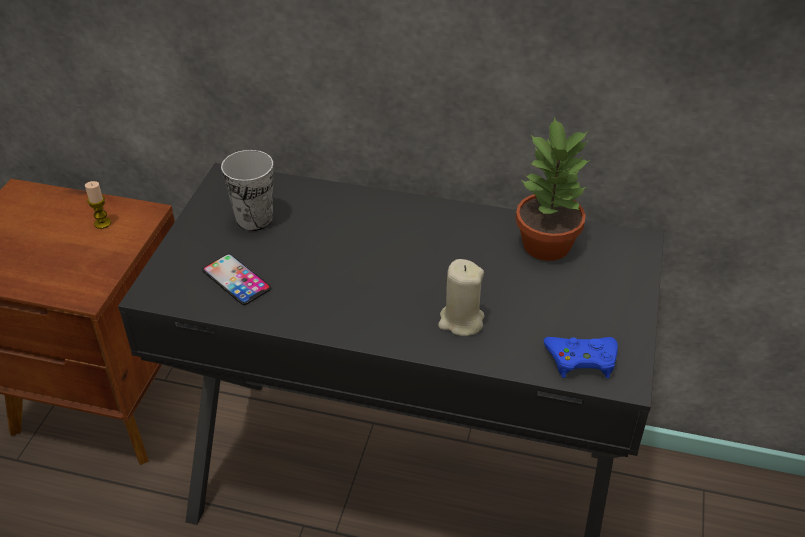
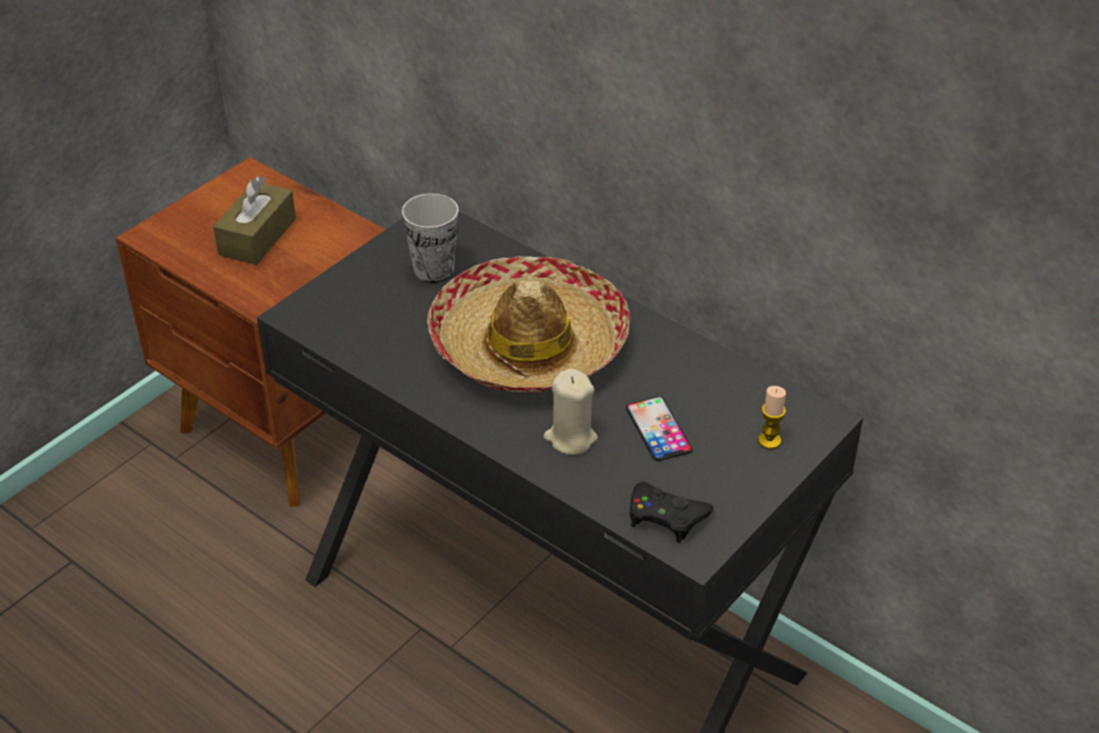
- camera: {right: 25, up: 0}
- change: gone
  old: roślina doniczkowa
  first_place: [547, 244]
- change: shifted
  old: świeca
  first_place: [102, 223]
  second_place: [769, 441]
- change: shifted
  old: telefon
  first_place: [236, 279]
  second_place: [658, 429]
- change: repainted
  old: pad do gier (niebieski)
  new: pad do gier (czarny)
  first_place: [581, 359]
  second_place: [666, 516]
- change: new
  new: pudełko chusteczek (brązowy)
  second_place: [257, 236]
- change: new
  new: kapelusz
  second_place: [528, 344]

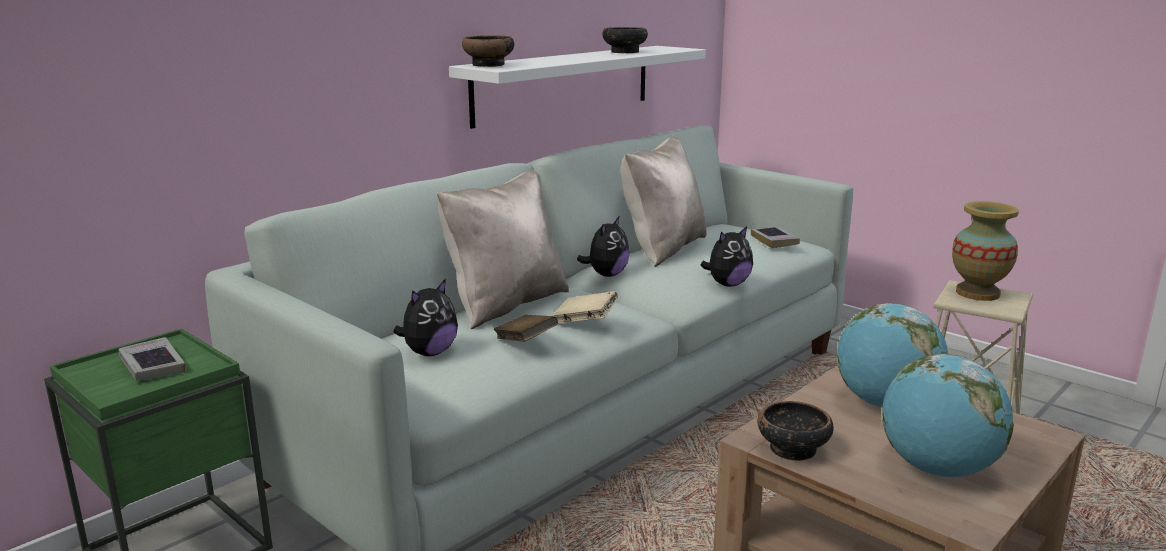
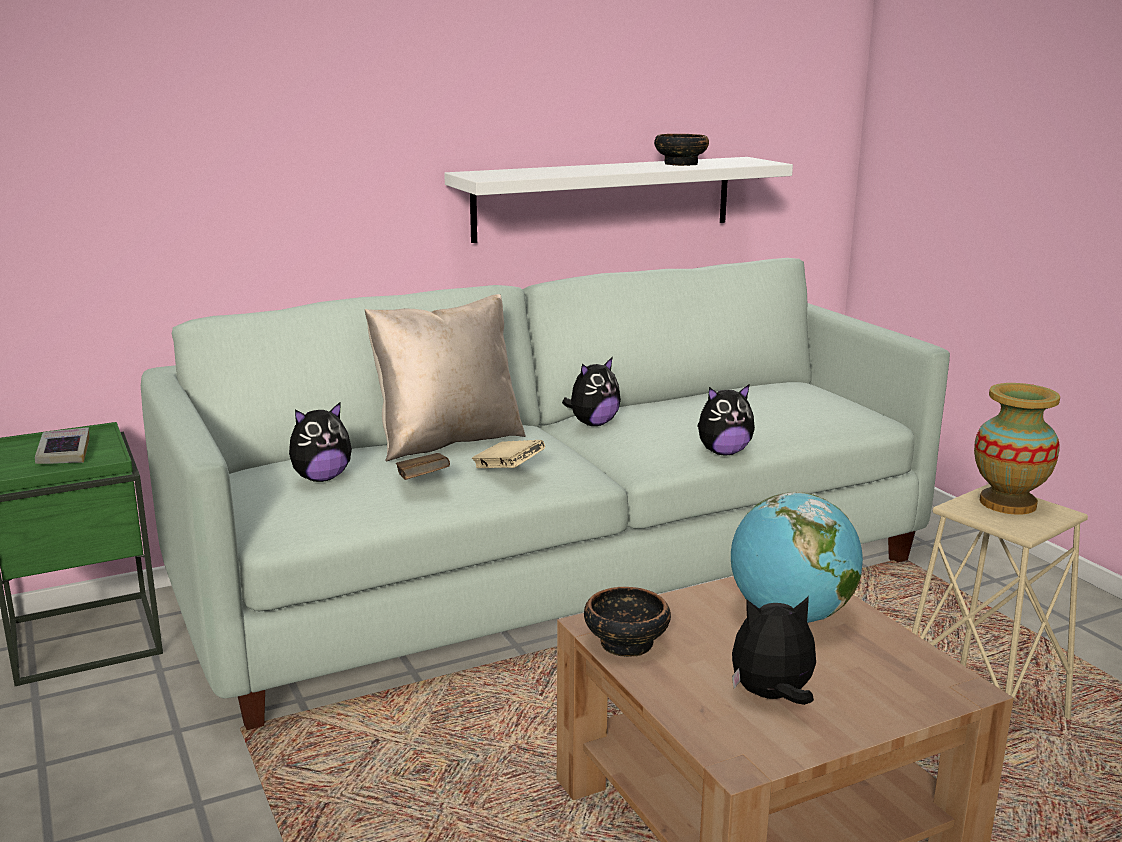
- camera: {right: 20, up: 0}
- change: gone
  old: miska
  first_place: [489, 65]
- change: gone
  old: poduszka (beżowy)
  first_place: [662, 248]
- change: gone
  old: książka
  first_place: [774, 241]
- change: swapped
  old: globus
  new: pluszak
  first_place: [938, 469]
  second_place: [772, 697]

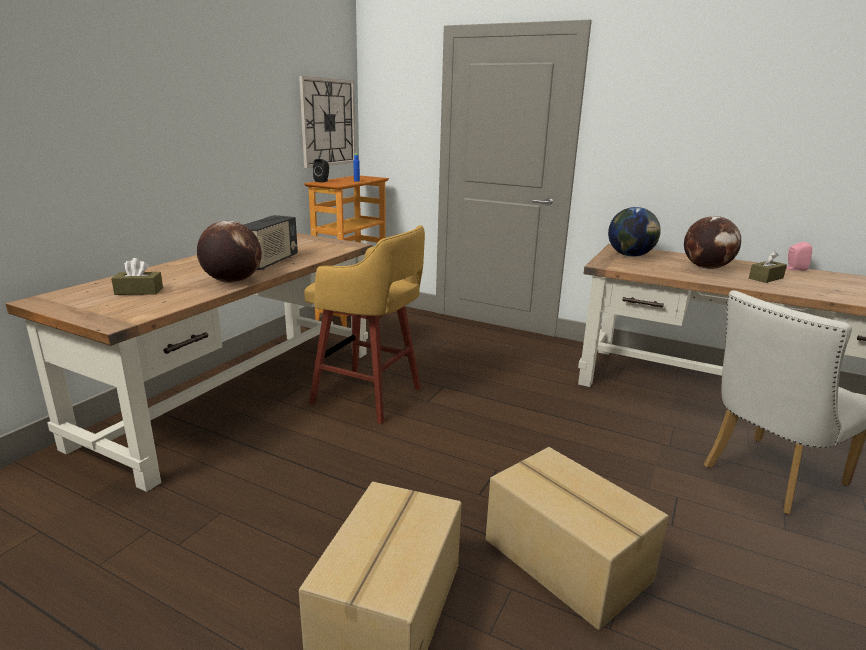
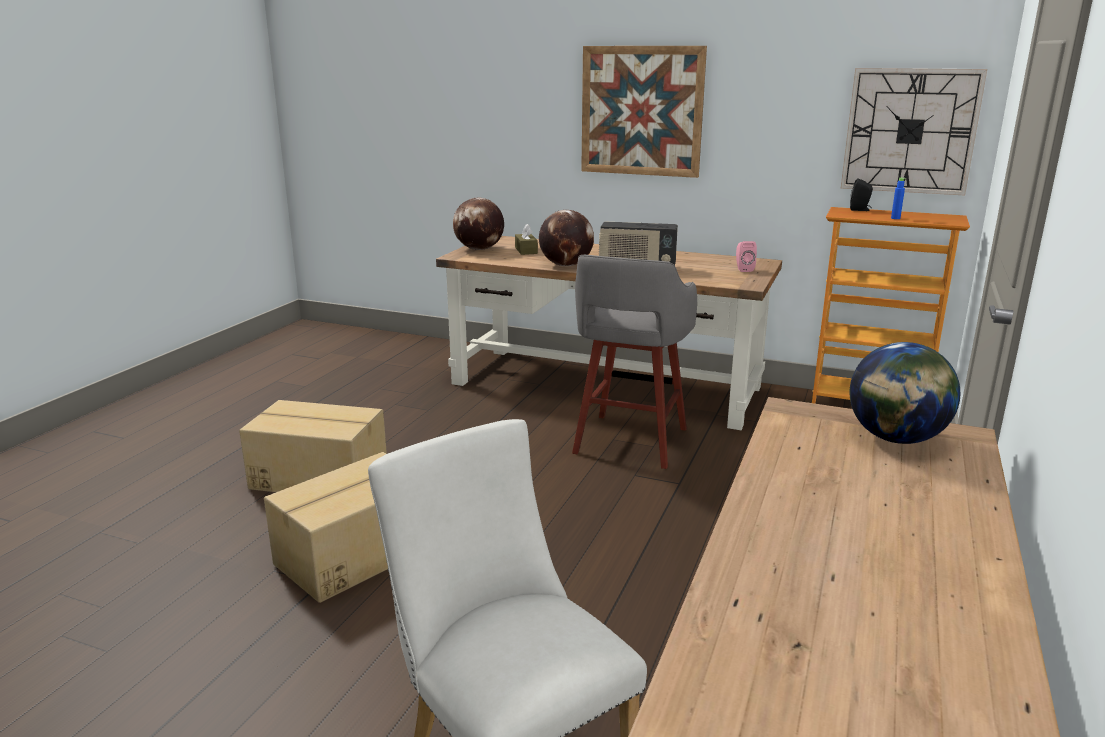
- camera: {right: 85, up: 0}
- change: shifted
  old: globus
  first_place: [706, 268]
  second_place: [479, 249]
- change: repainted
  old: stołek (żółty)
  new: stołek (szary)
  first_place: [370, 396]
  second_place: [629, 442]
- change: shifted
  old: głośnik (różowy)
  first_place: [794, 269]
  second_place: [743, 269]
- change: gone
  old: pudełko chusteczek (brązowy)
  first_place: [766, 278]
- change: new
  new: obraz
  second_place: [641, 111]

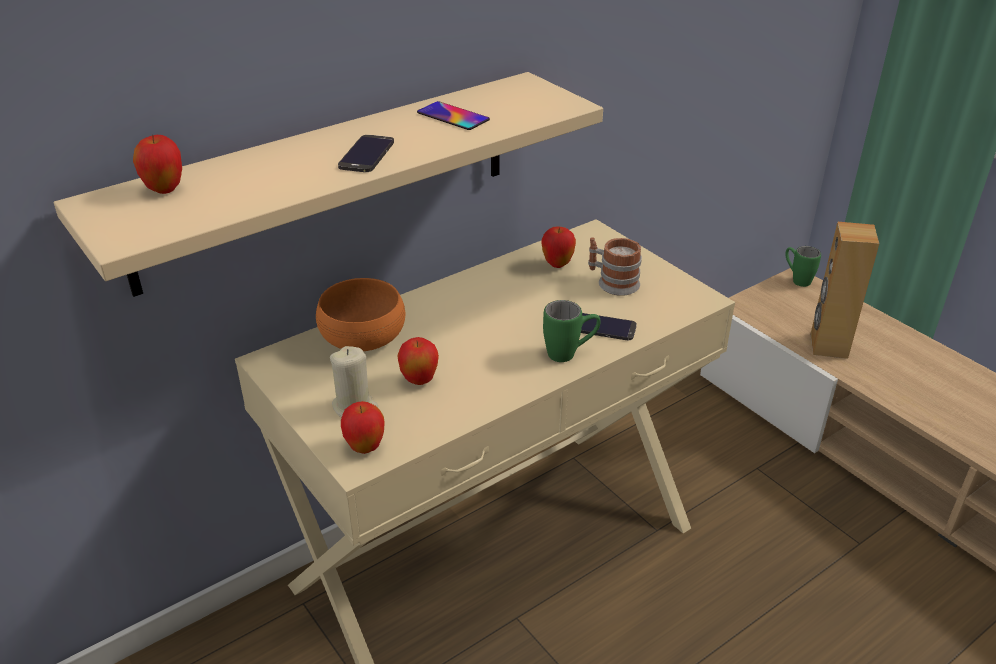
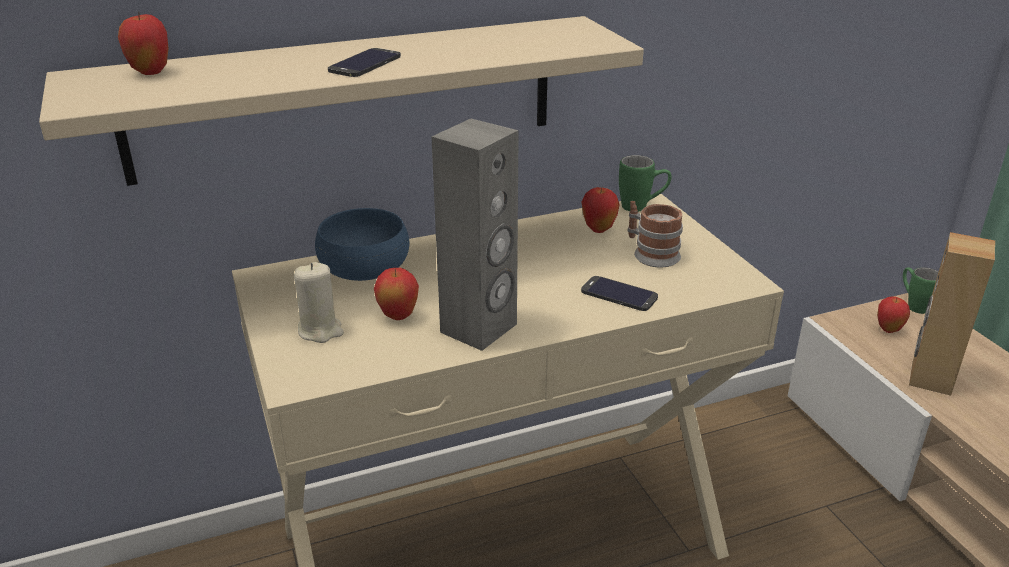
- camera: {right: 15, up: -5}
- change: gone
  old: telefon
  first_place: [453, 116]
- change: repainted
  old: miska (pomarańczowy)
  new: miska (niebieski)
  first_place: [362, 335]
  second_place: [364, 267]
- change: shifted
  old: kubek (zielony)
  first_place: [570, 354]
  second_place: [642, 207]
- change: shifted
  old: jabłko
  first_place: [365, 447]
  second_place: [888, 329]
- change: new
  new: głośnik (szary)
  second_place: [479, 328]

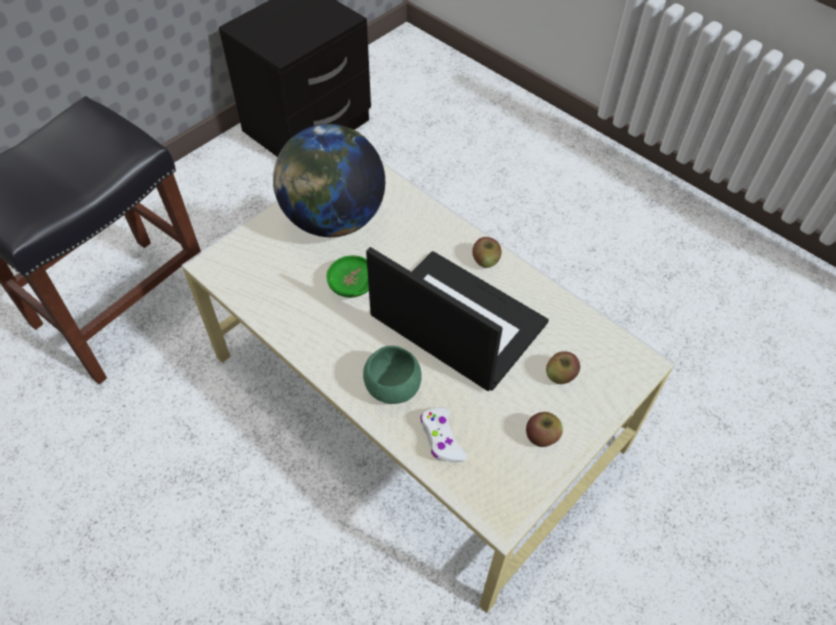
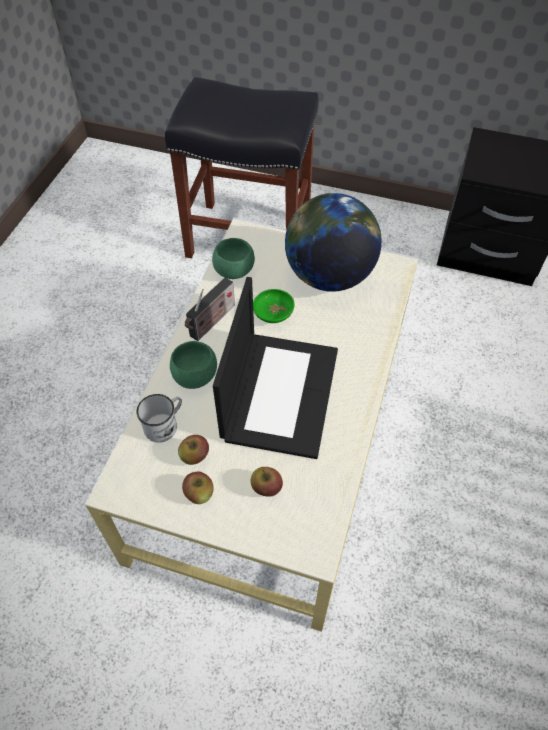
- camera: {right: 65, up: 0}
- change: shifted
  old: jabłko
  first_place: [485, 260]
  second_place: [195, 456]
- change: swapped
  old: pad do gier (biały)
  new: kubek (biały)
  first_place: [441, 439]
  second_place: [165, 424]
- change: new
  new: miska (zielony)
  second_place: [234, 271]
- change: new
  new: radio
  second_place: [211, 323]

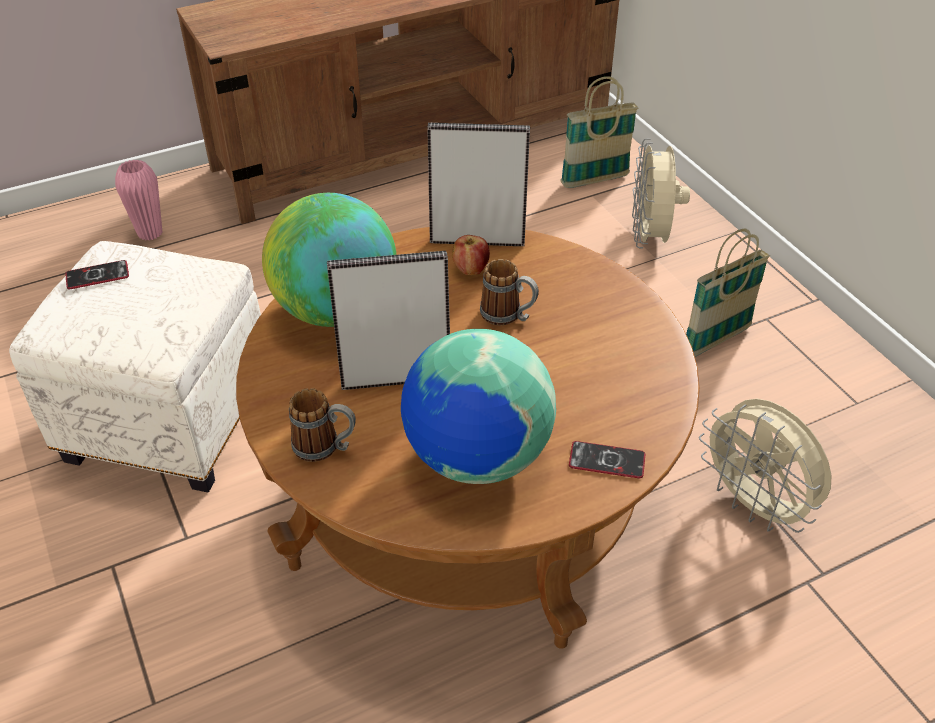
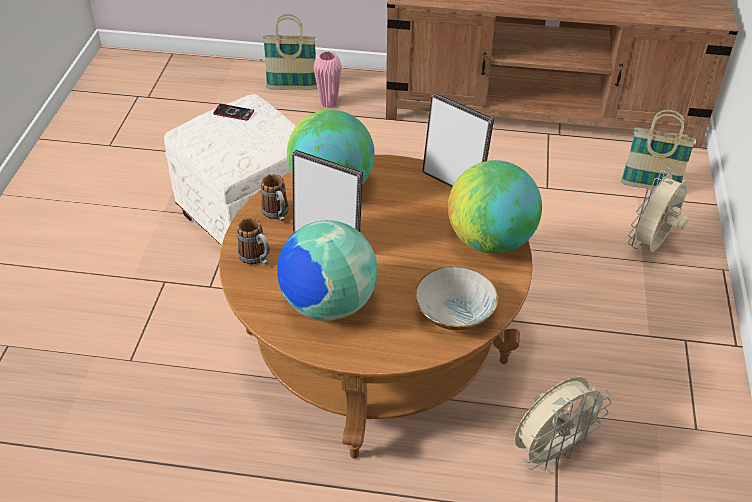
- camera: {right: 35, up: 0}
- change: shifted
  old: koszyk
  first_place: [716, 340]
  second_place: [292, 88]
- change: gone
  old: jabłko
  first_place: [471, 269]
- change: shifted
  old: kubek
  first_place: [508, 316]
  second_place: [277, 214]
- change: rotated
  old: wentylator (beżowy)
  first_place: [755, 505]
  second_place: [551, 450]
  degrees: -120
- change: gone
  old: telefon
  first_place: [607, 461]
- change: new
  new: globus
  second_place: [490, 241]
- change: new
  new: miska
  second_place: [454, 313]

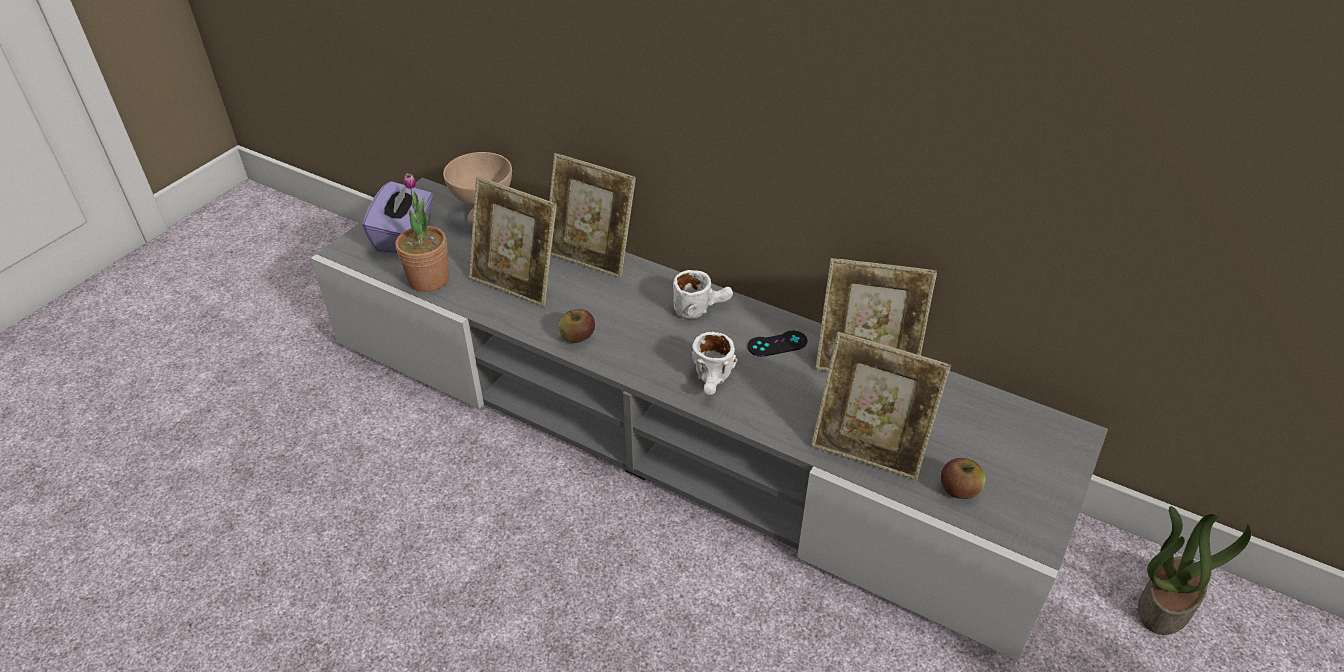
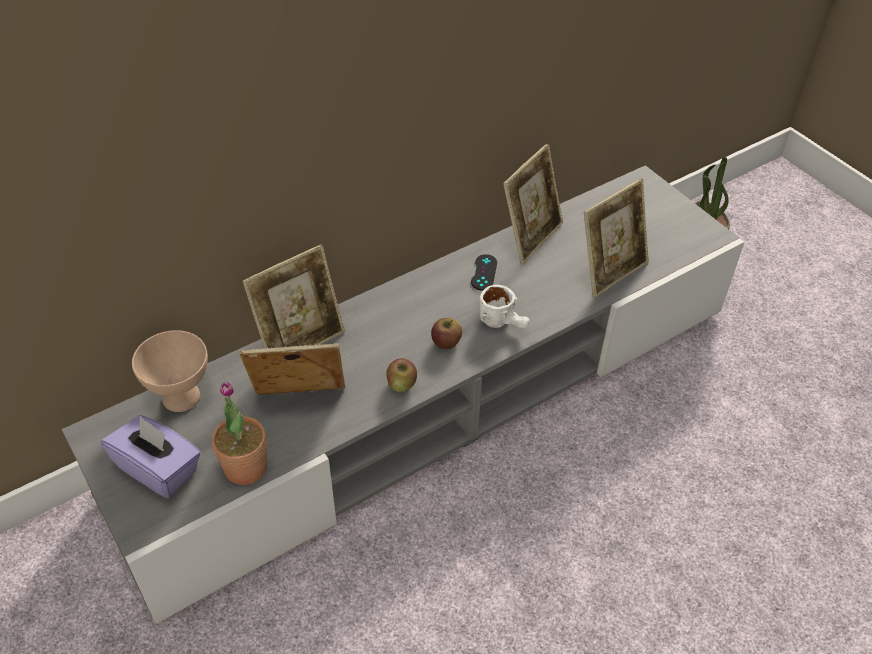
- camera: {right: -65, up: 5}
- change: rotated
  old: ramka na zdjęcie
  first_place: [516, 283]
  second_place: [300, 403]
  degrees: -150
- change: gone
  old: kubek (biały)
  first_place: [701, 308]
- change: shifted
  old: jabłko
  first_place: [959, 489]
  second_place: [446, 342]

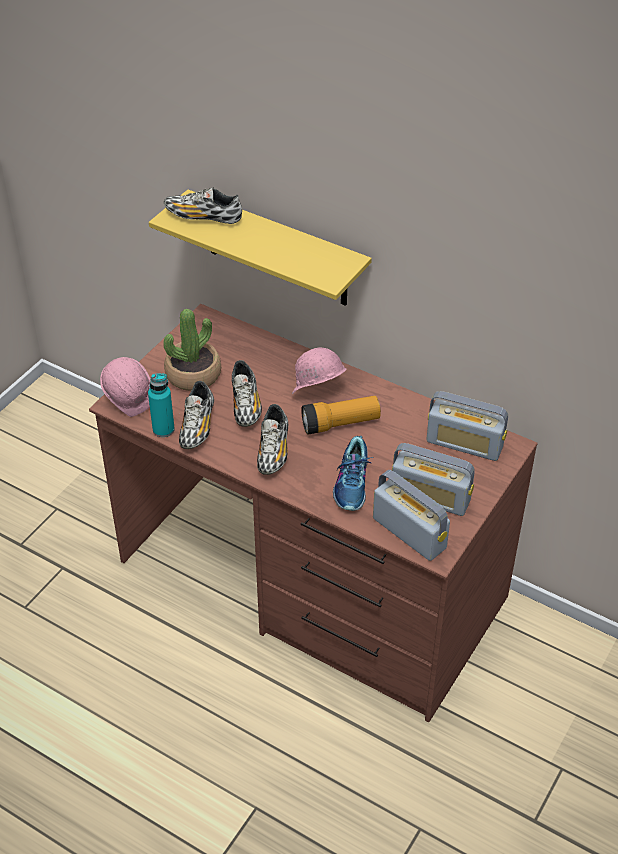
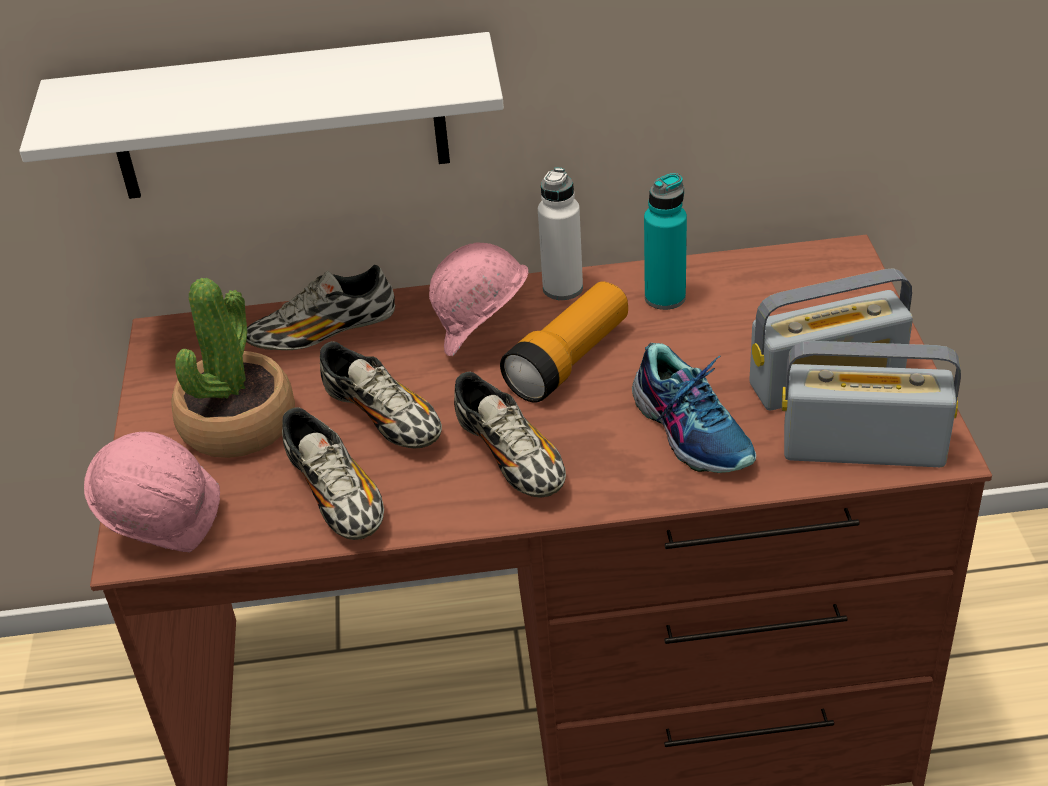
- camera: {right: -35, up: -5}
- change: shifted
  old: but
  first_place: [203, 217]
  second_place: [324, 334]
- change: repainted
  old: półka (żółty)
  new: półka (biały)
  first_place: [277, 250]
  second_place: [278, 118]
- change: shifted
  old: butelka (turkusowy)
  first_place: [163, 429]
  second_place: [665, 297]
- change: gone
  old: radio
  first_place: [464, 444]
- change: new
  new: butelka (biały)
  second_place: [562, 288]

